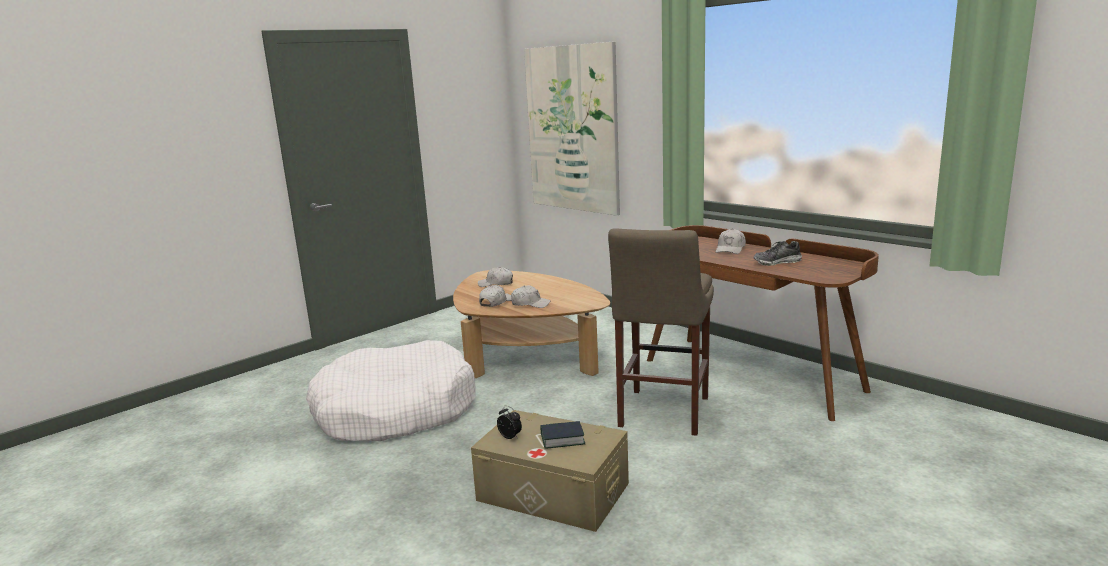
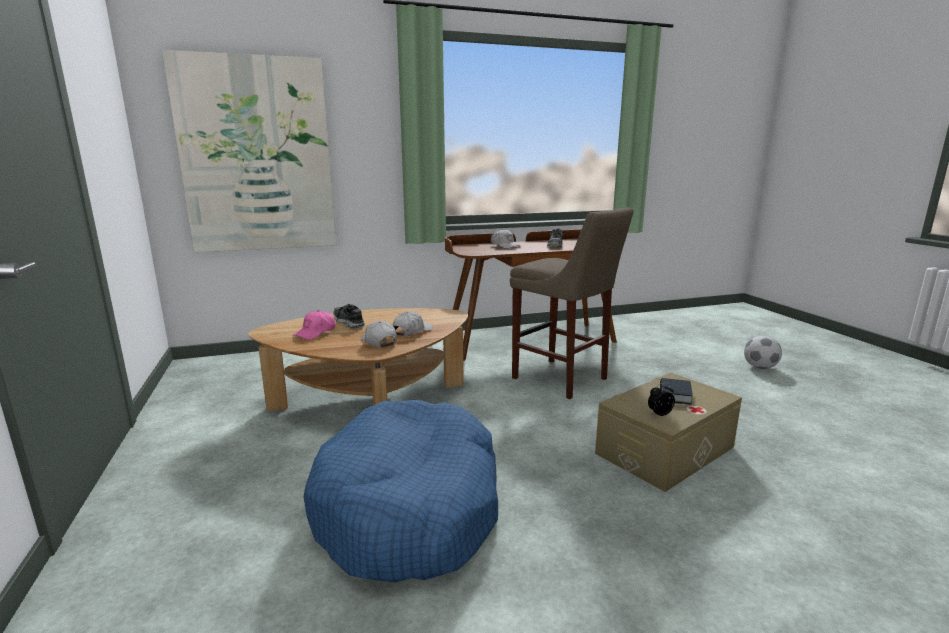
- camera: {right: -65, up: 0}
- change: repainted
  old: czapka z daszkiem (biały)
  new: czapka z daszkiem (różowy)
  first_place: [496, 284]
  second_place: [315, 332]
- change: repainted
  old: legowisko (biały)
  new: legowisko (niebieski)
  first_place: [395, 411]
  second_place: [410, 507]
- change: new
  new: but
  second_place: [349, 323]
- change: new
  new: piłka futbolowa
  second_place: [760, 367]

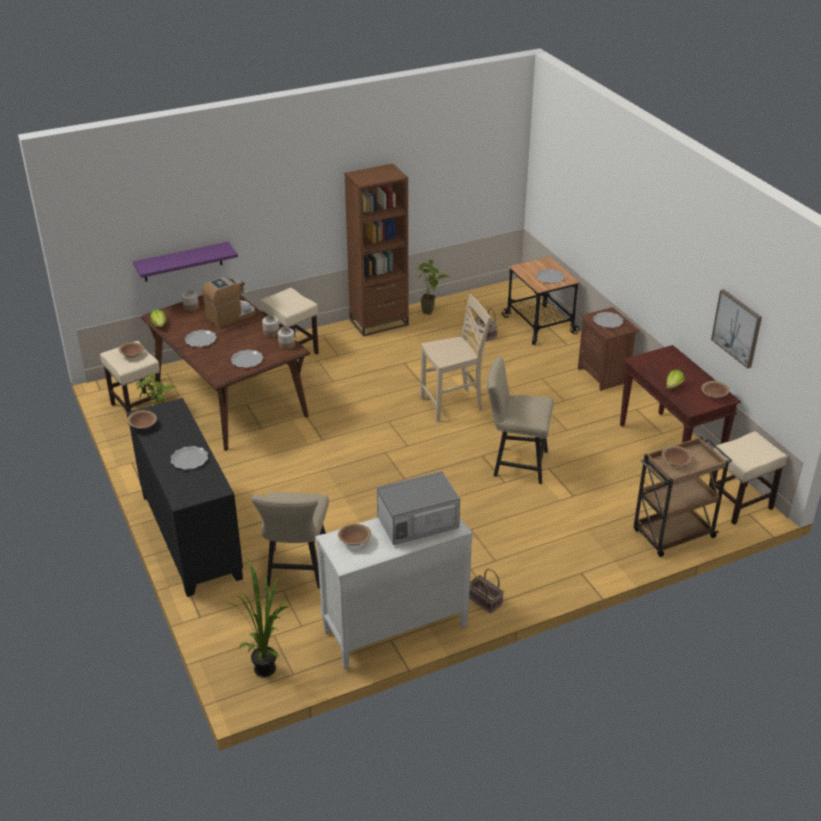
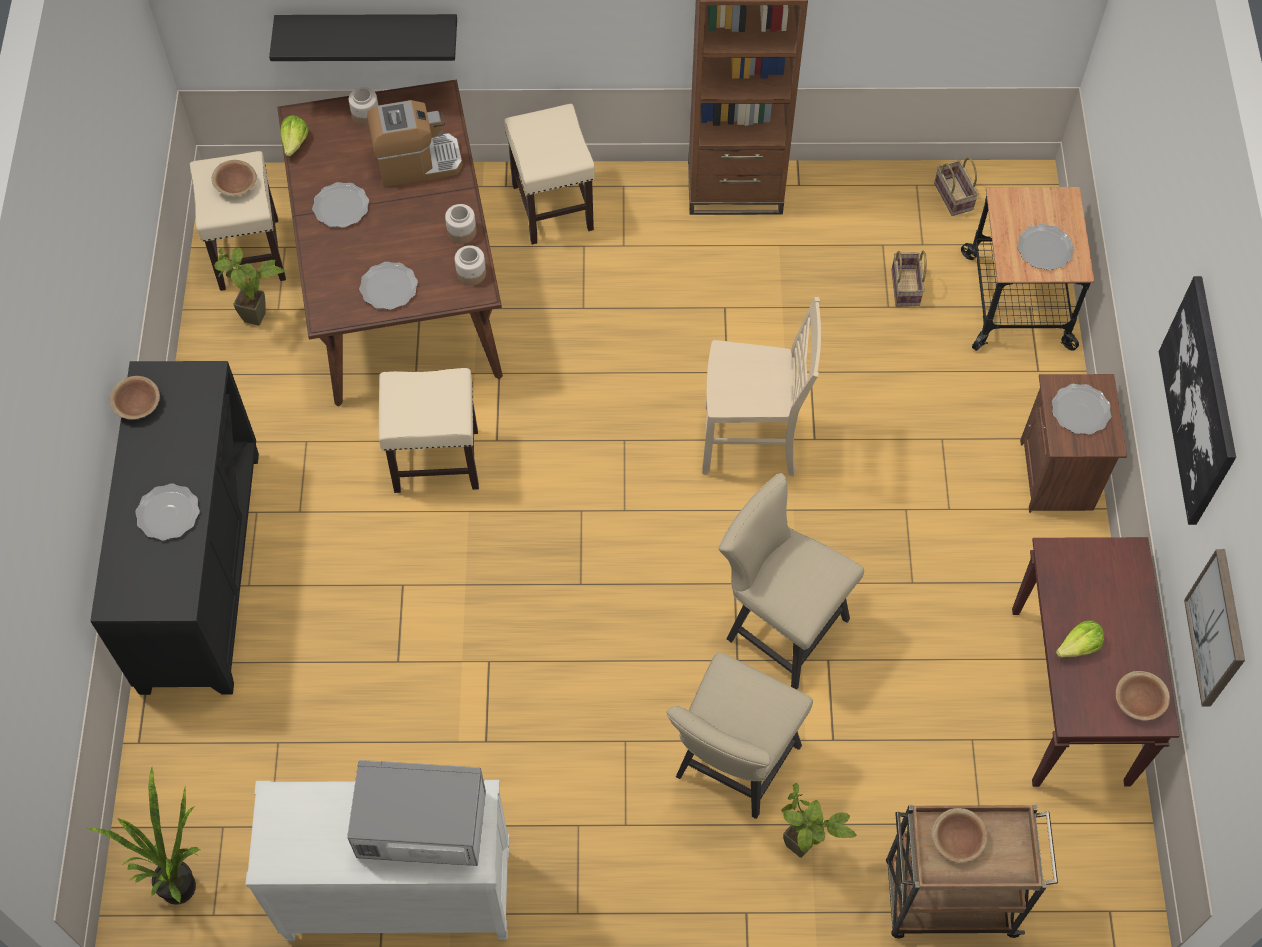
- camera: {right: 25, up: 25}
- change: repainted
  old: półka (fioletowy)
  new: półka (czarny)
  first_place: [182, 262]
  second_place: [368, 30]
- change: shifted
  old: roślina doniczkowa
  first_place: [431, 313]
  second_place: [805, 854]
- change: shifted
  old: stołek (beżowy)
  first_place: [738, 505]
  second_place: [435, 461]
- change: shifted
  old: krzesło (beżowy)
  first_place: [296, 572]
  second_place: [732, 768]
- change: gone
  old: miska (brązowy)
  first_place: [354, 541]
- change: shifted
  old: koszyk
  first_place: [483, 601]
  second_place: [952, 196]
- change: new
  new: obraz
  second_place: [1199, 401]

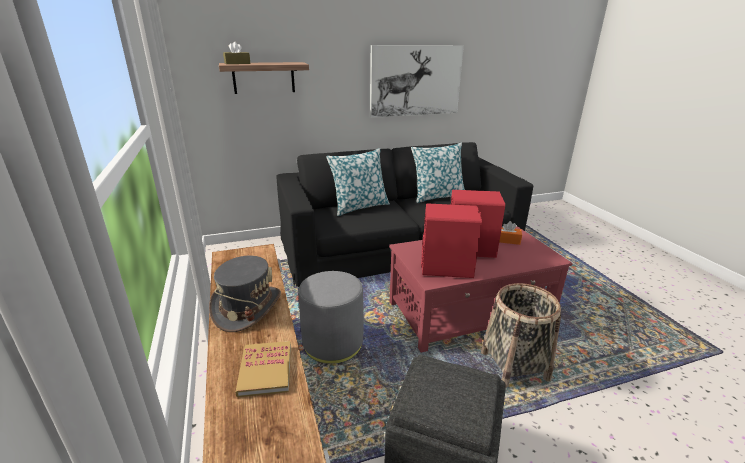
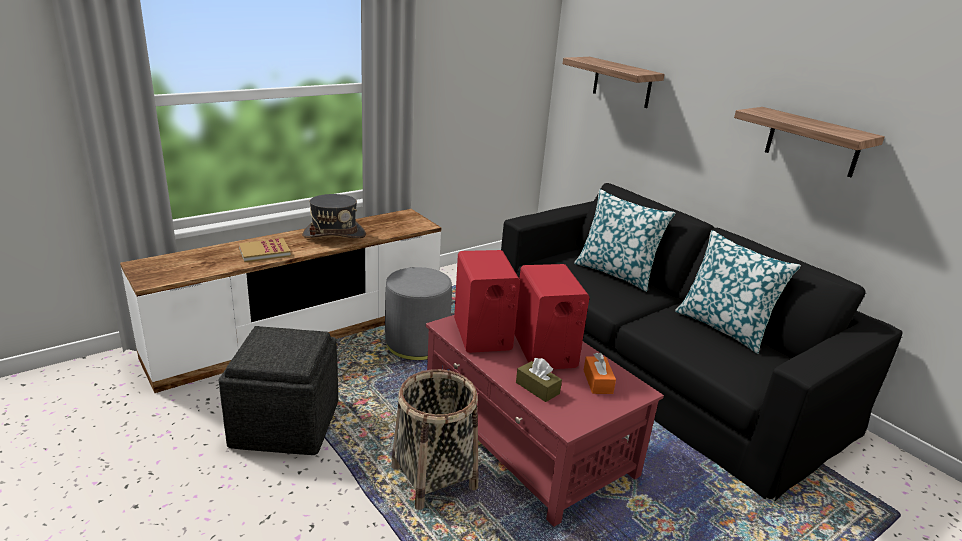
- camera: {right: 70, up: 0}
- change: shifted
  old: pudełko chusteczek (brązowy)
  first_place: [237, 63]
  second_place: [537, 388]
- change: swapped
  old: obraz
  new: półka
  first_place: [415, 81]
  second_place: [812, 142]

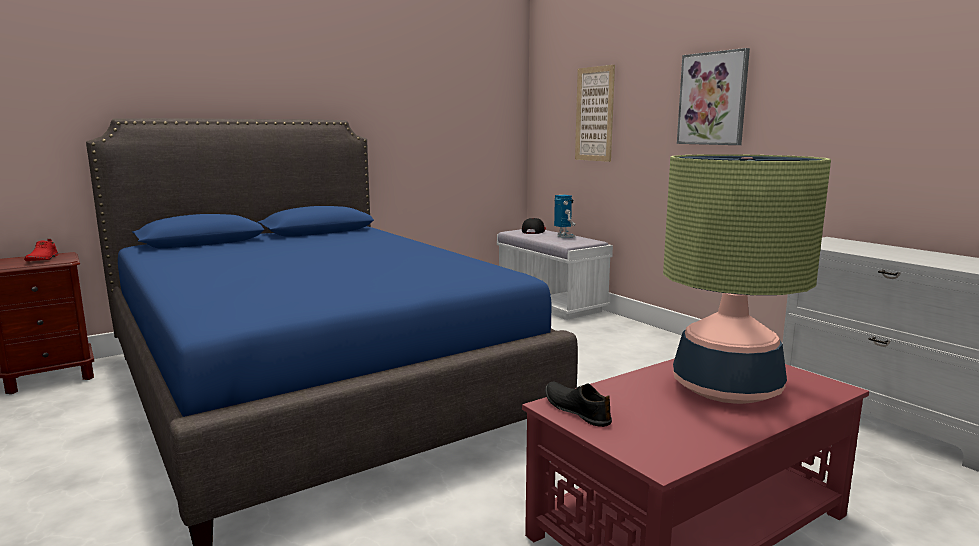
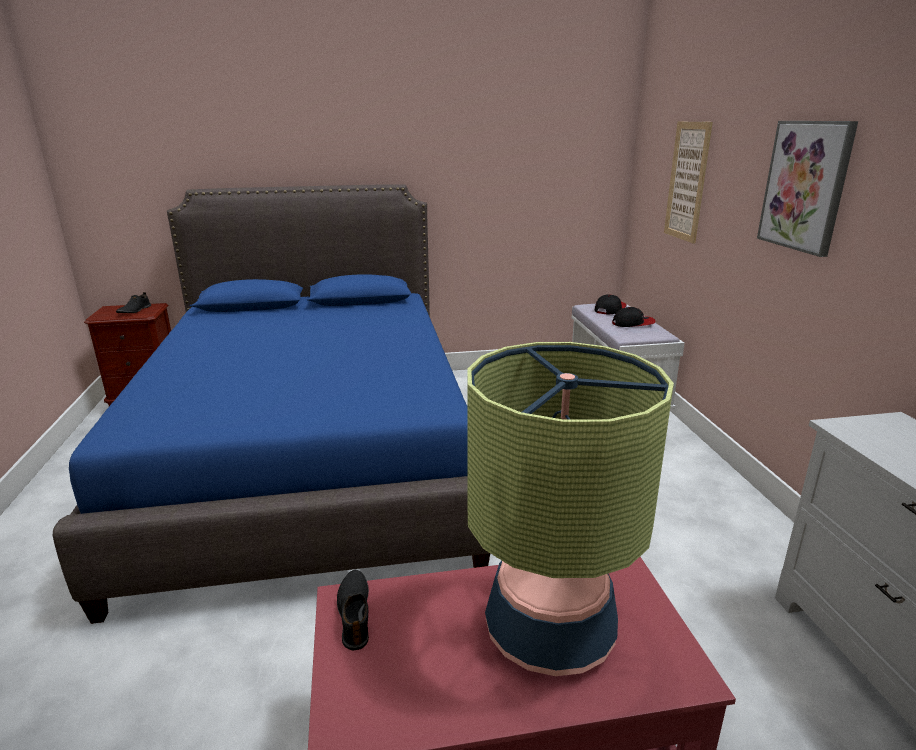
- camera: {right: 25, up: 10}
- change: swapped
  old: robot zabawkowy
  new: czapka z daszkiem
  first_place: [564, 236]
  second_place: [633, 323]
- change: repainted
  old: but (czerwony)
  new: but (czarny)
  first_place: [42, 259]
  second_place: [134, 310]

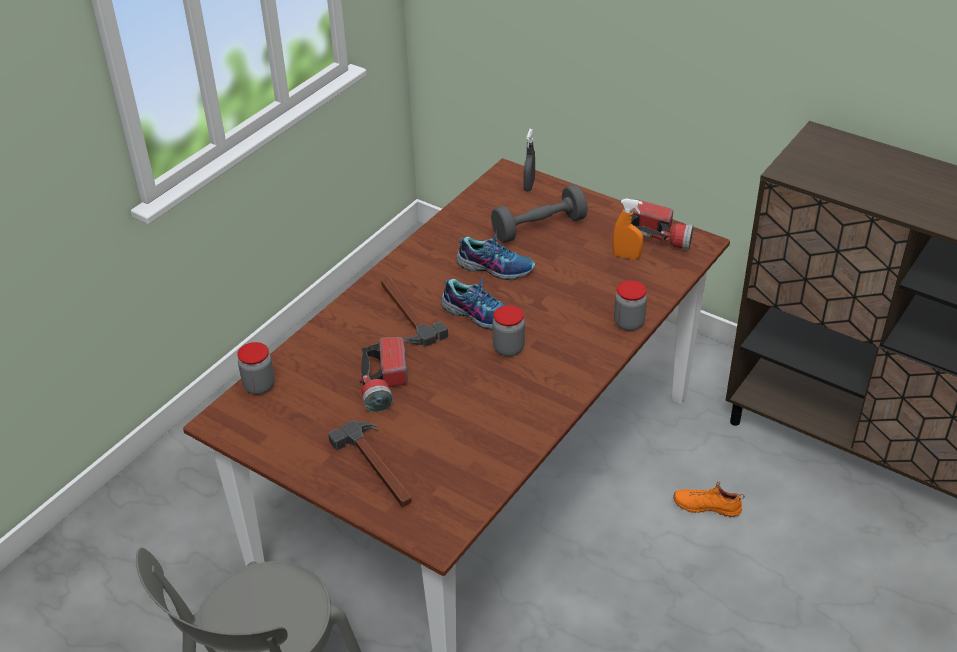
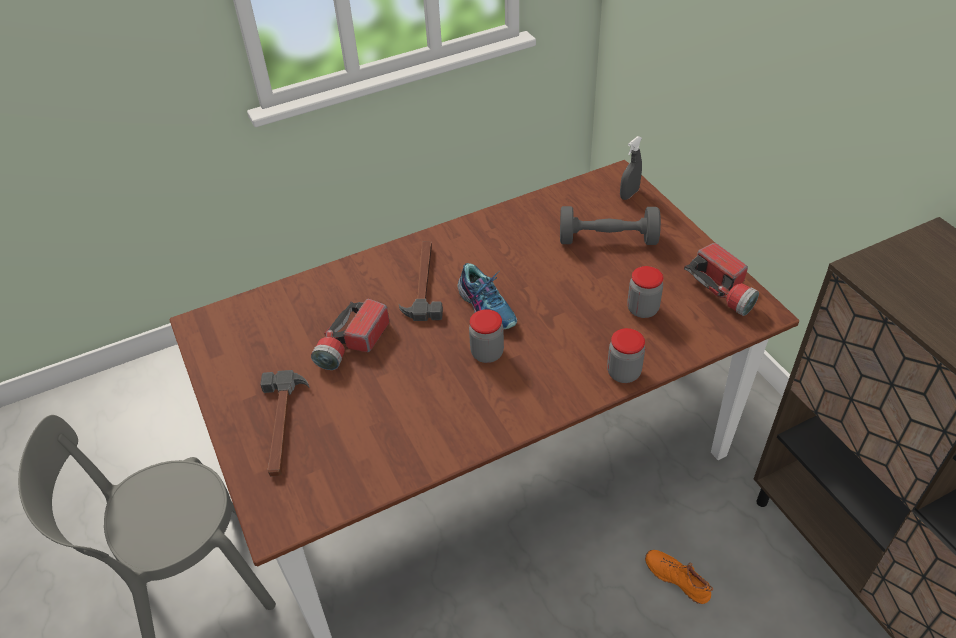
- camera: {right: 30, up: 5}
- change: gone
  old: spryskiwacz (pomarańczowy)
  first_place: [626, 256]
- change: gone
  old: but
  first_place: [495, 267]
- change: shifted
  old: słoik
  first_place: [259, 386]
  second_place: [642, 309]

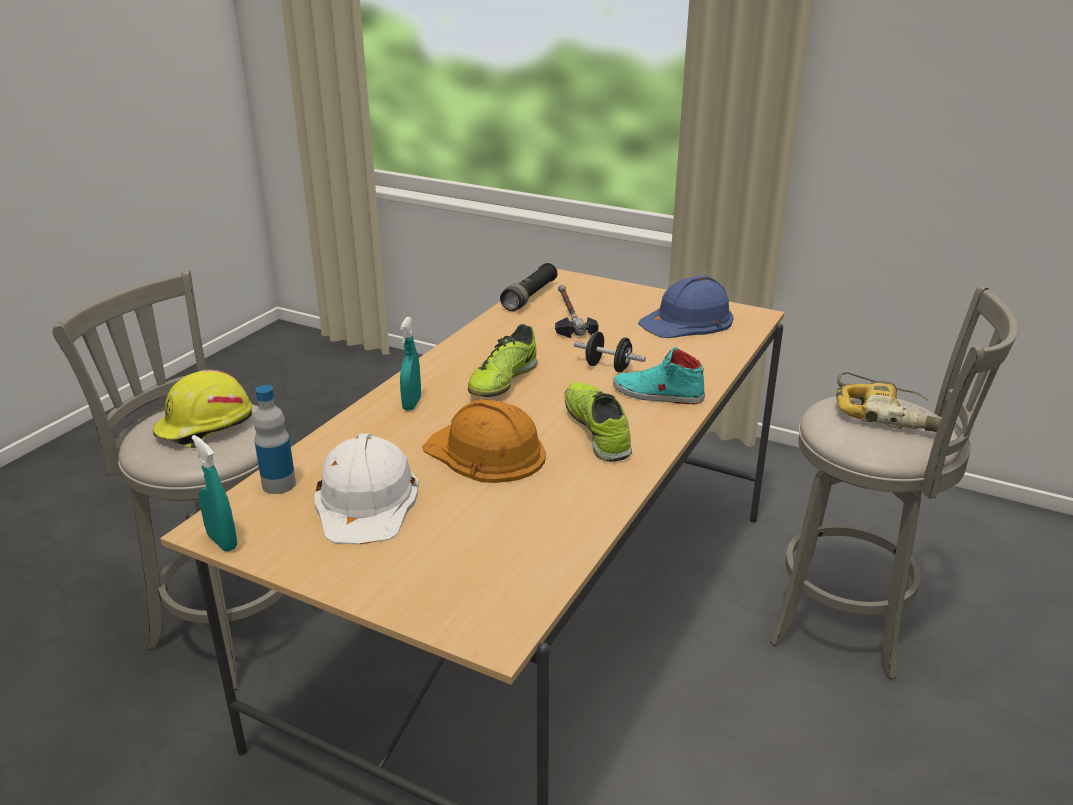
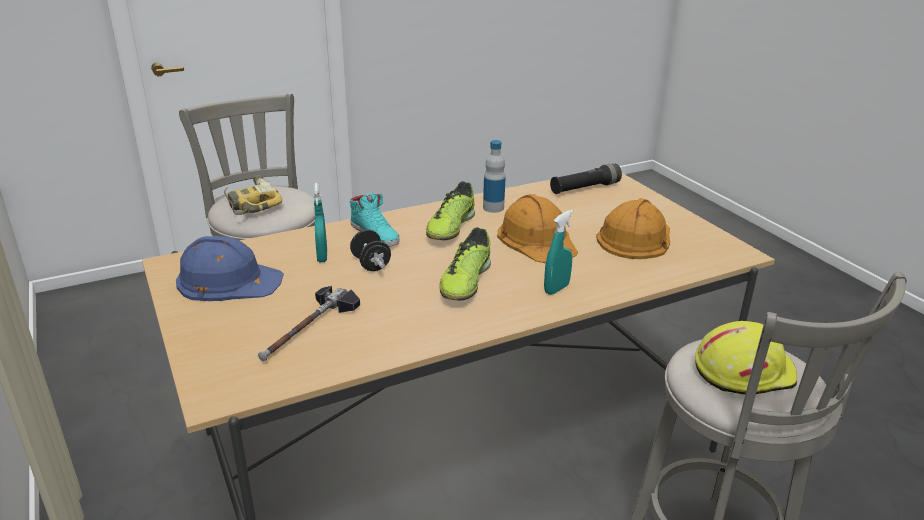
- camera: {right: -145, up: 0}
- change: shifted
  old: latarka (czarny)
  first_place: [530, 296]
  second_place: [585, 188]
- change: rotated
  old: but
  first_place: [502, 381]
  second_place: [465, 282]
  degrees: 135
- change: shifted
  old: butelka
  first_place: [279, 484]
  second_place: [493, 208]
- change: repainted
  old: kask (biały)
  new: kask (pomarańczowy)
  first_place: [367, 500]
  second_place: [635, 238]
- change: shifted
  old: spryskiwacz (turkusowy)
  first_place: [222, 541]
  second_place: [322, 257]

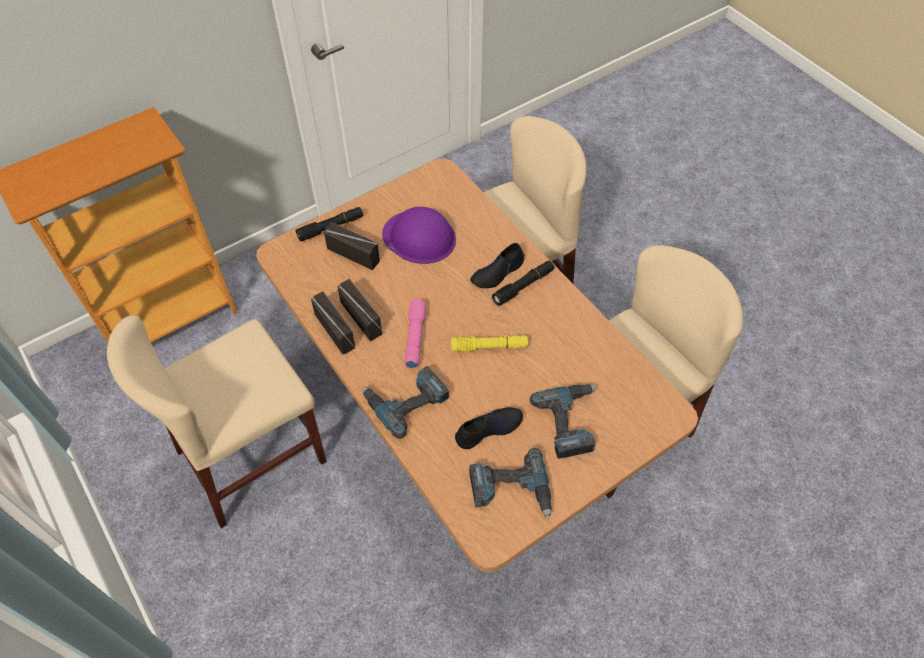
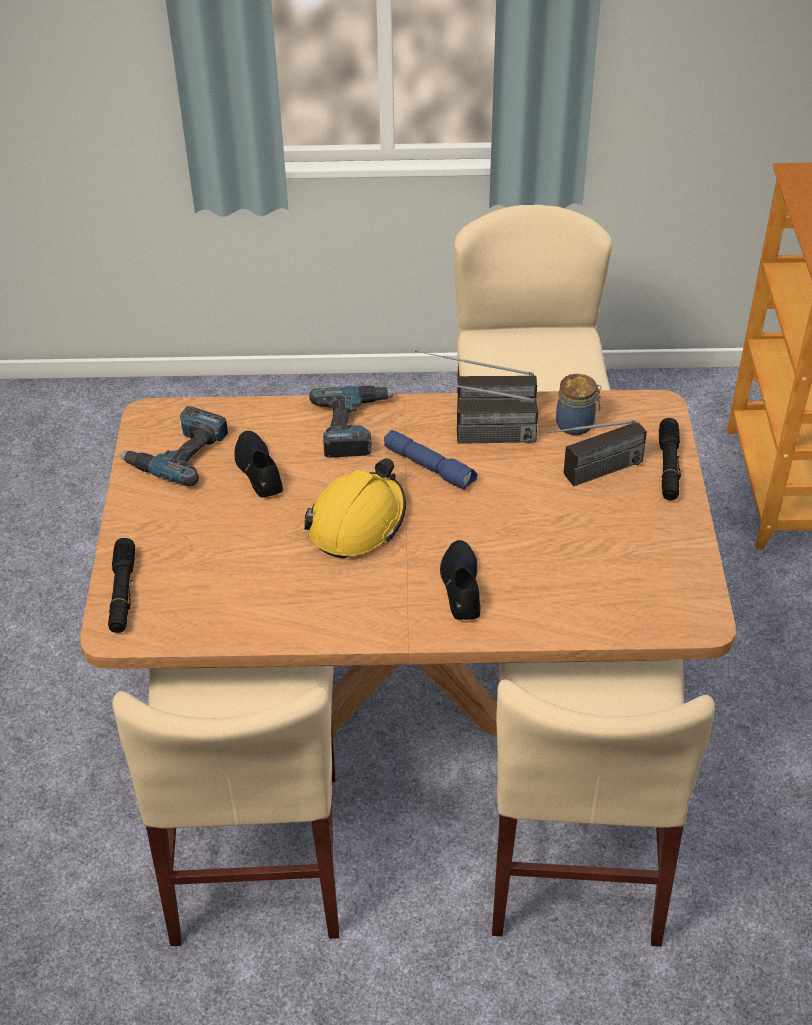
- camera: {right: 125, up: -10}
- change: gone
  old: kask (fioletowy)
  first_place: [419, 237]
- change: shifted
  old: latarka (czarny)
  first_place: [523, 286]
  second_place: [122, 592]
- change: repainted
  old: latarka (różowy)
  new: latarka (niebieski)
  first_place: [414, 337]
  second_place: [430, 467]
- change: swapped
  old: latarka (żółty)
  new: kask (żółty)
  first_place: [489, 347]
  second_place: [357, 521]
- change: gone
  old: wiertarka
  first_place: [571, 422]
- change: rotated
  old: but (czarny)
  first_place: [488, 429]
  second_place: [258, 470]
  degrees: 150
- change: new
  new: słoik
  second_place: [576, 424]

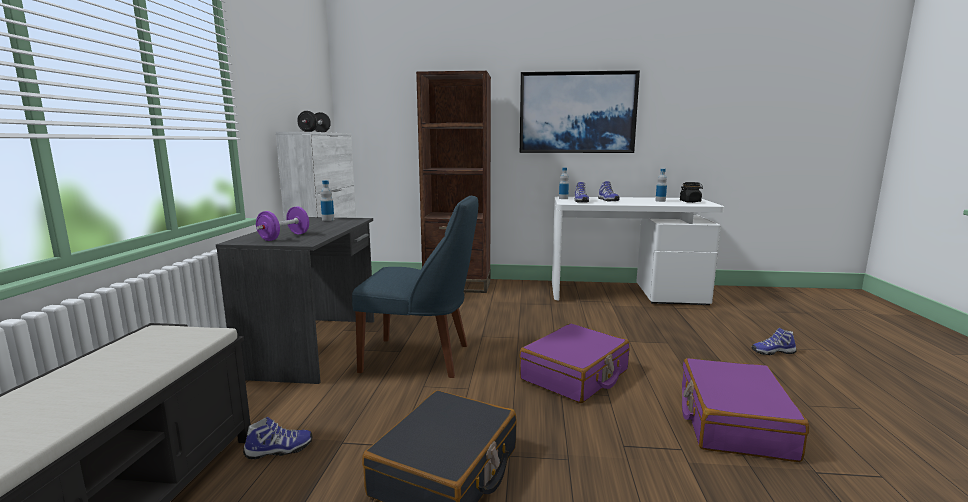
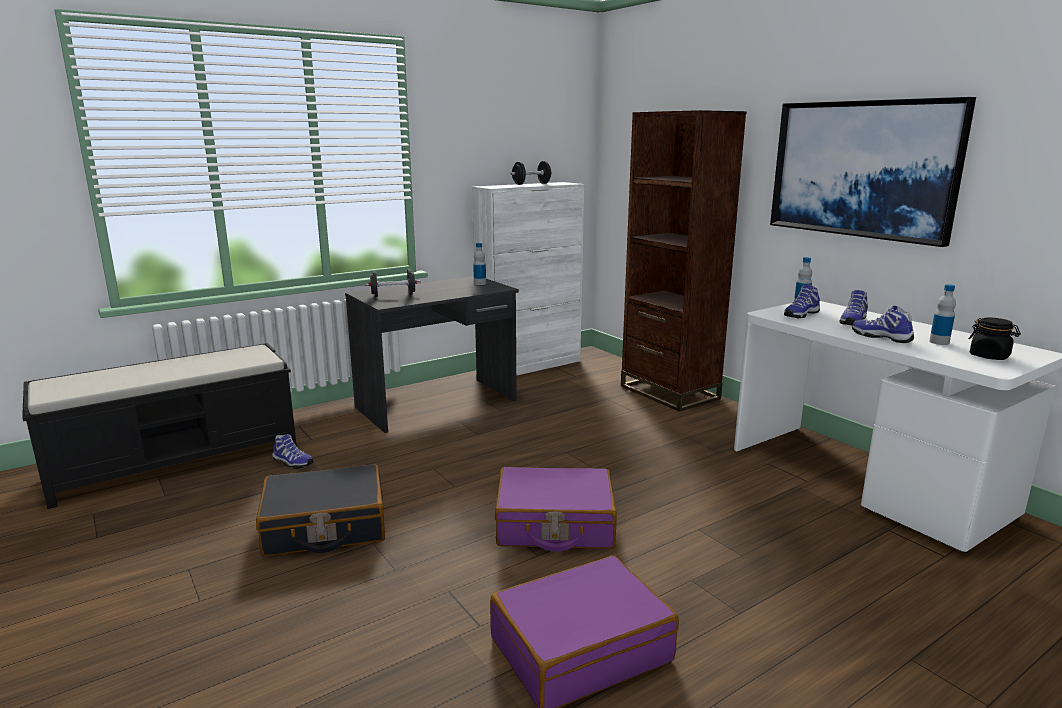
- camera: {right: 50, up: 5}
- change: gone
  old: krzesło (niebieski)
  first_place: [421, 358]
- change: repainted
  old: hantel (fioletowy)
  new: hantel (czarny)
  first_place: [284, 237]
  second_place: [393, 296]
- change: shifted
  old: but
  first_place: [772, 352]
  second_place: [882, 337]

